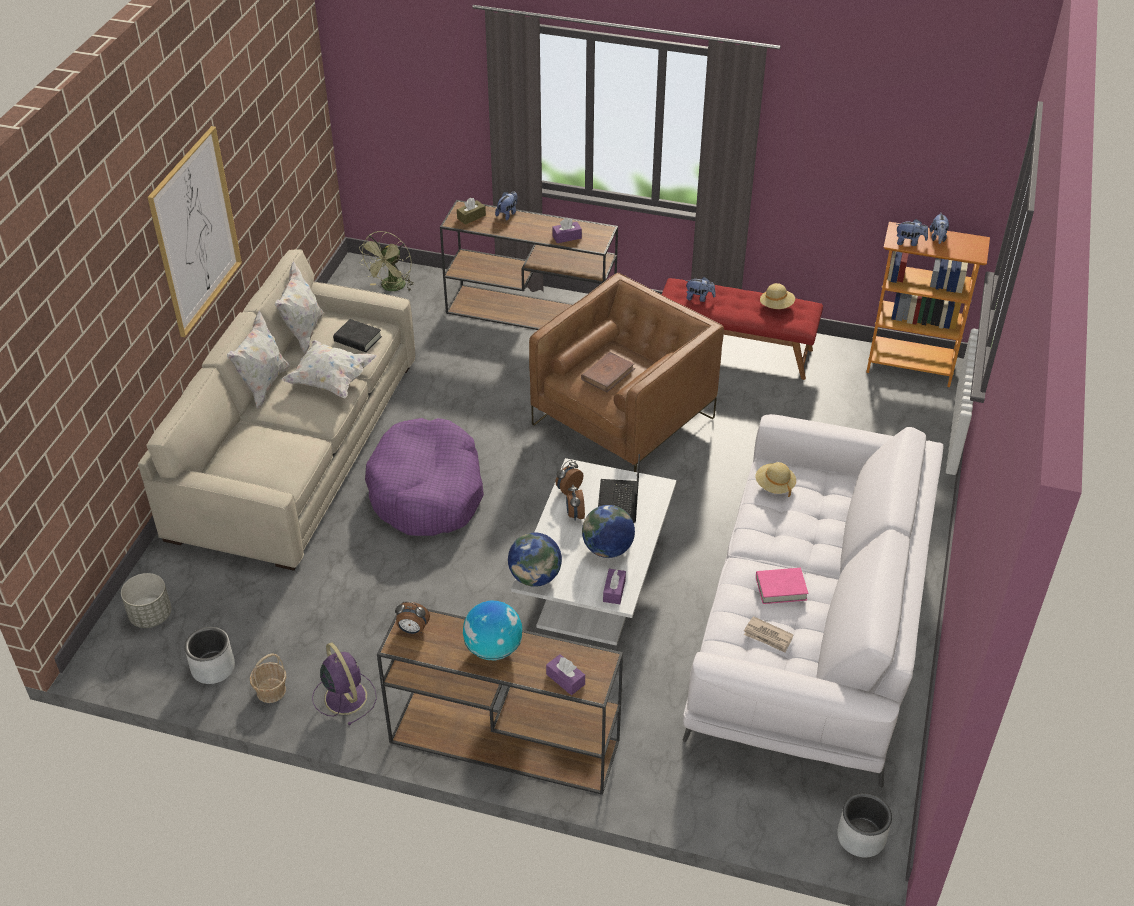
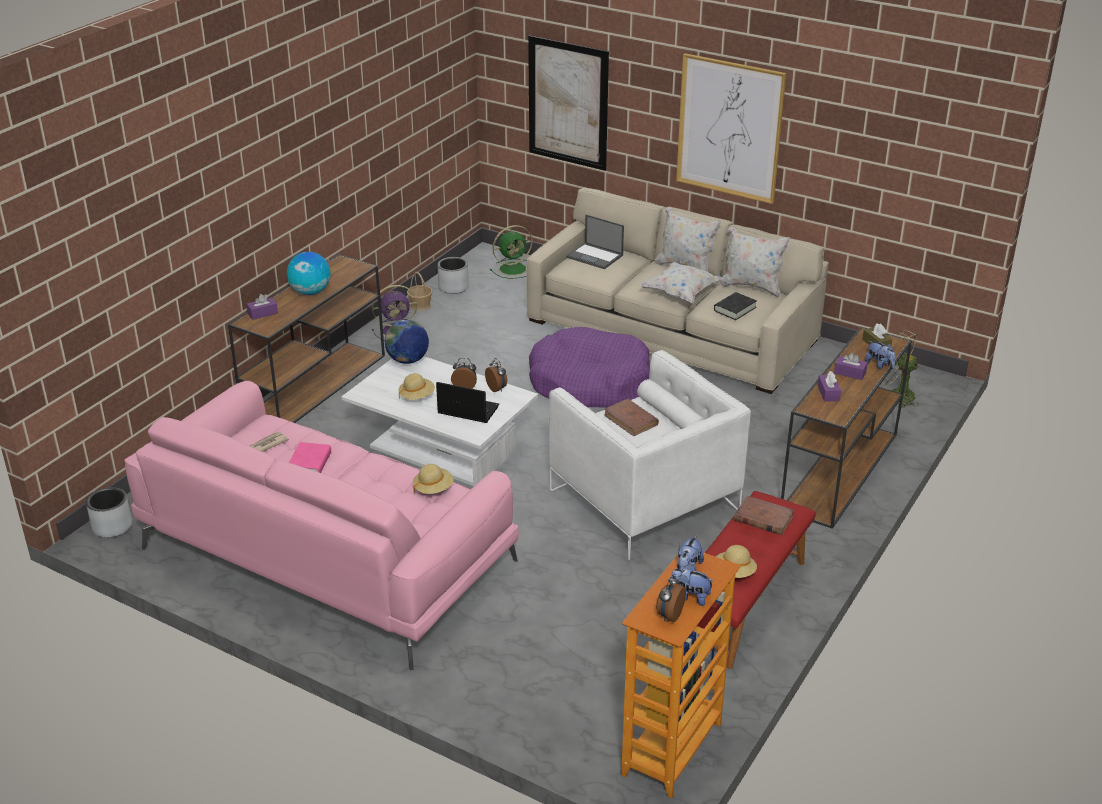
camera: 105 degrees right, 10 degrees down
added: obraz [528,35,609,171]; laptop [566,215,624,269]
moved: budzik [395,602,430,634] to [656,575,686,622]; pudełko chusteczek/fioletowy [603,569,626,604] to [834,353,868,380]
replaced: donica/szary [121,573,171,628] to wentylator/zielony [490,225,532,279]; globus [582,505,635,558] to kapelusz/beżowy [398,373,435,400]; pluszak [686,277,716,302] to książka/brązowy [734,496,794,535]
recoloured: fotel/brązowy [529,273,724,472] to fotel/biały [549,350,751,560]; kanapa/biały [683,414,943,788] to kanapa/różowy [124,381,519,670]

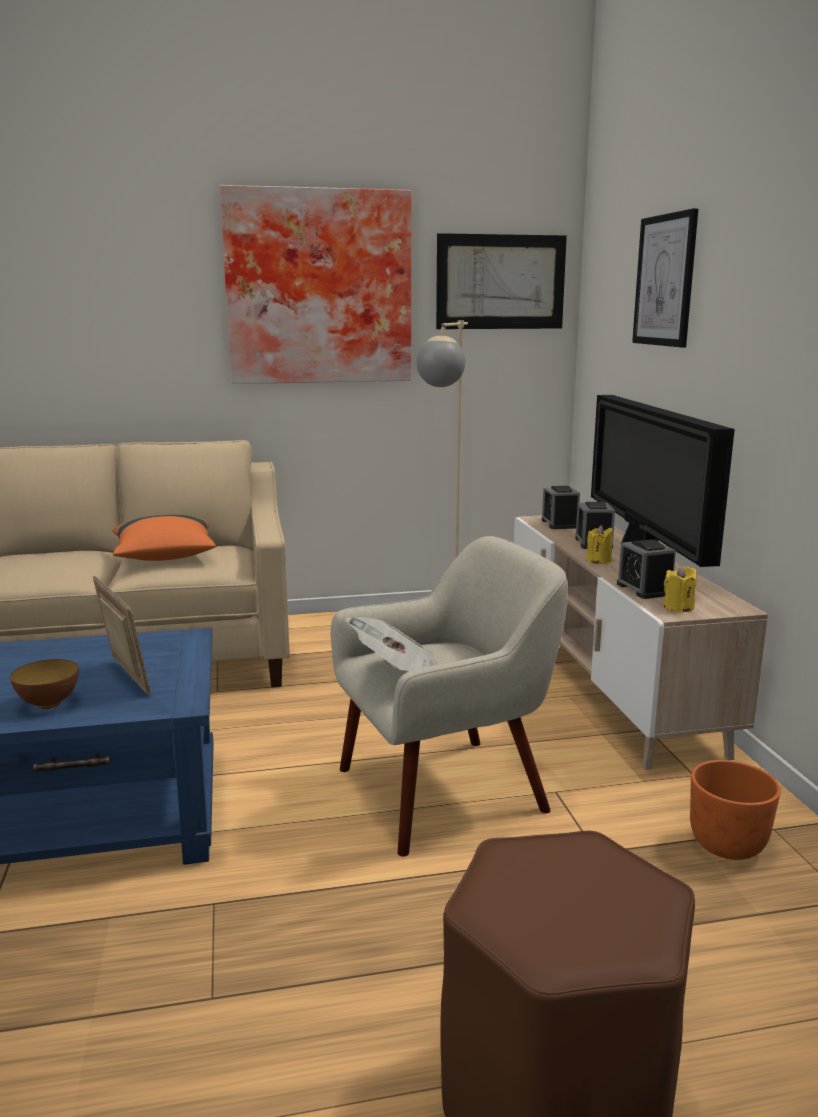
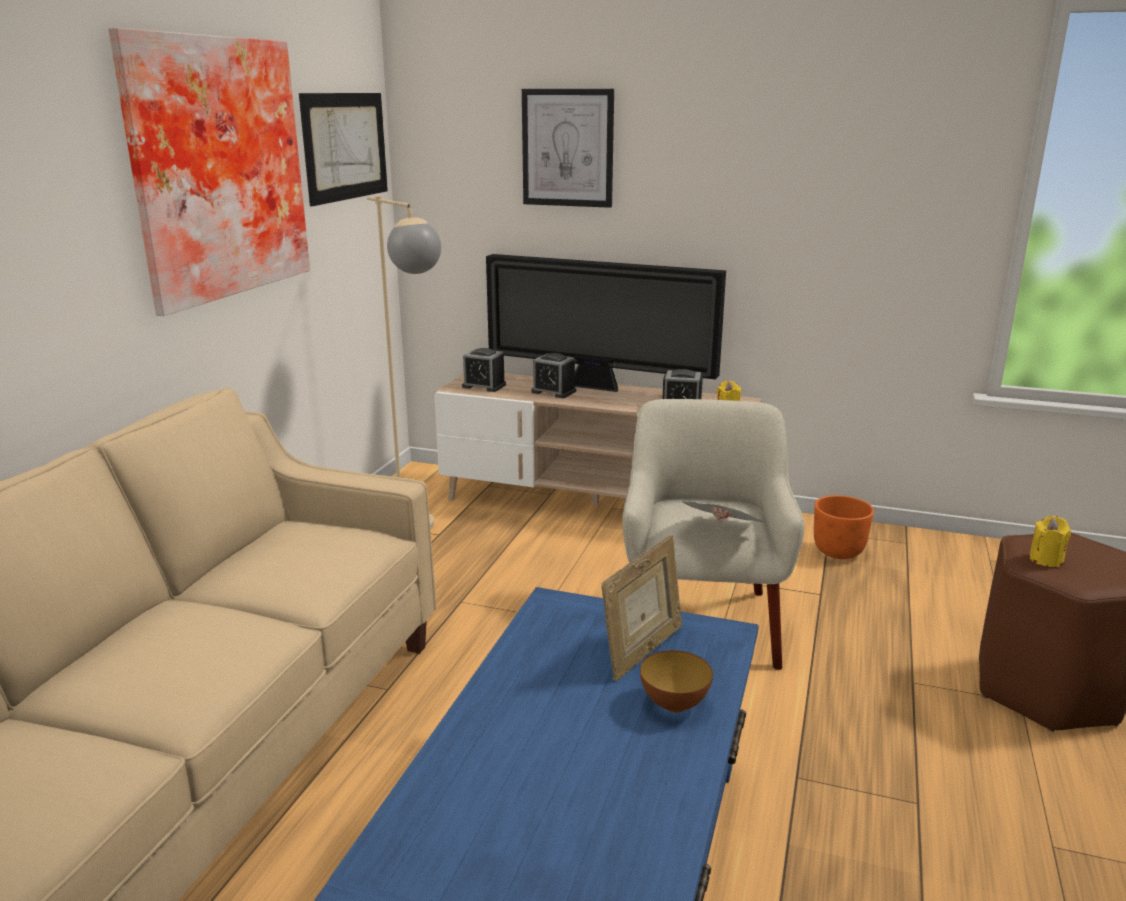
camera: 60 degrees left, 5 degrees up
removed: poduszka/pomarańczowy [113,515,216,561]
moved: świeca/żółty [586,525,613,564] to [1029,516,1071,567]
turned: ramka na zdjęcie [93,576,151,696] = [601,534,682,681] 135 degrees clockwise

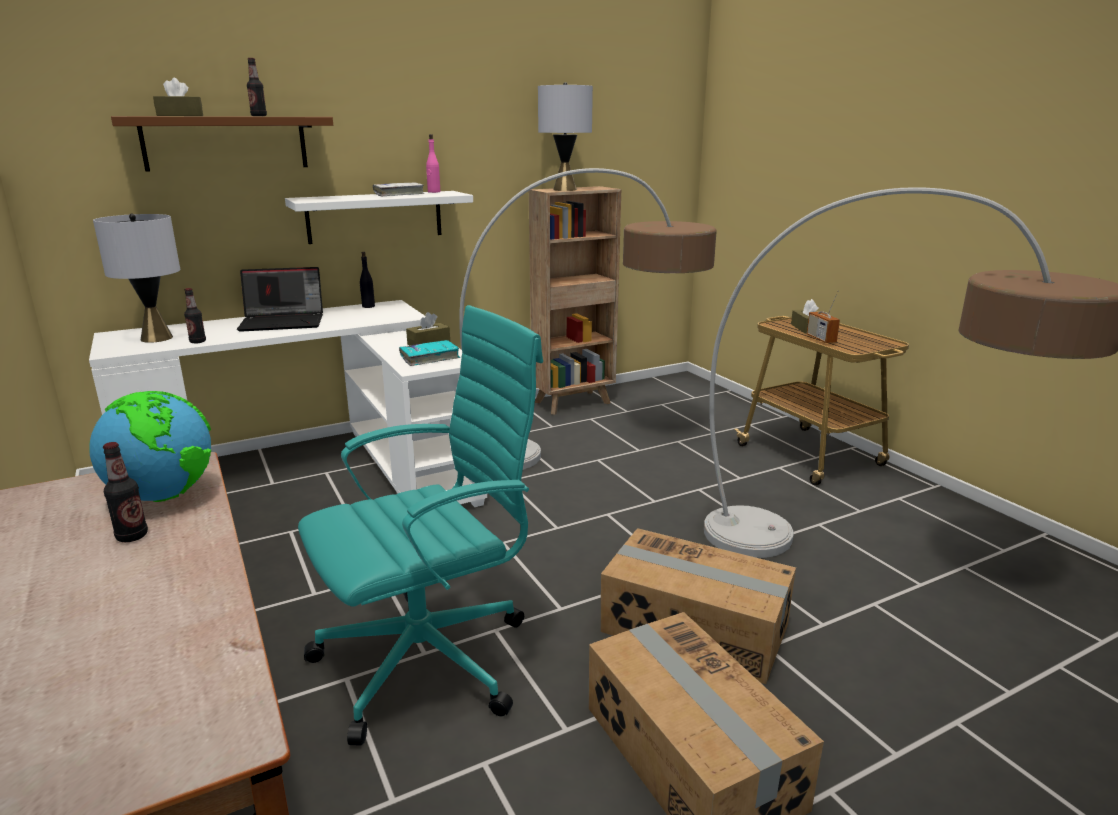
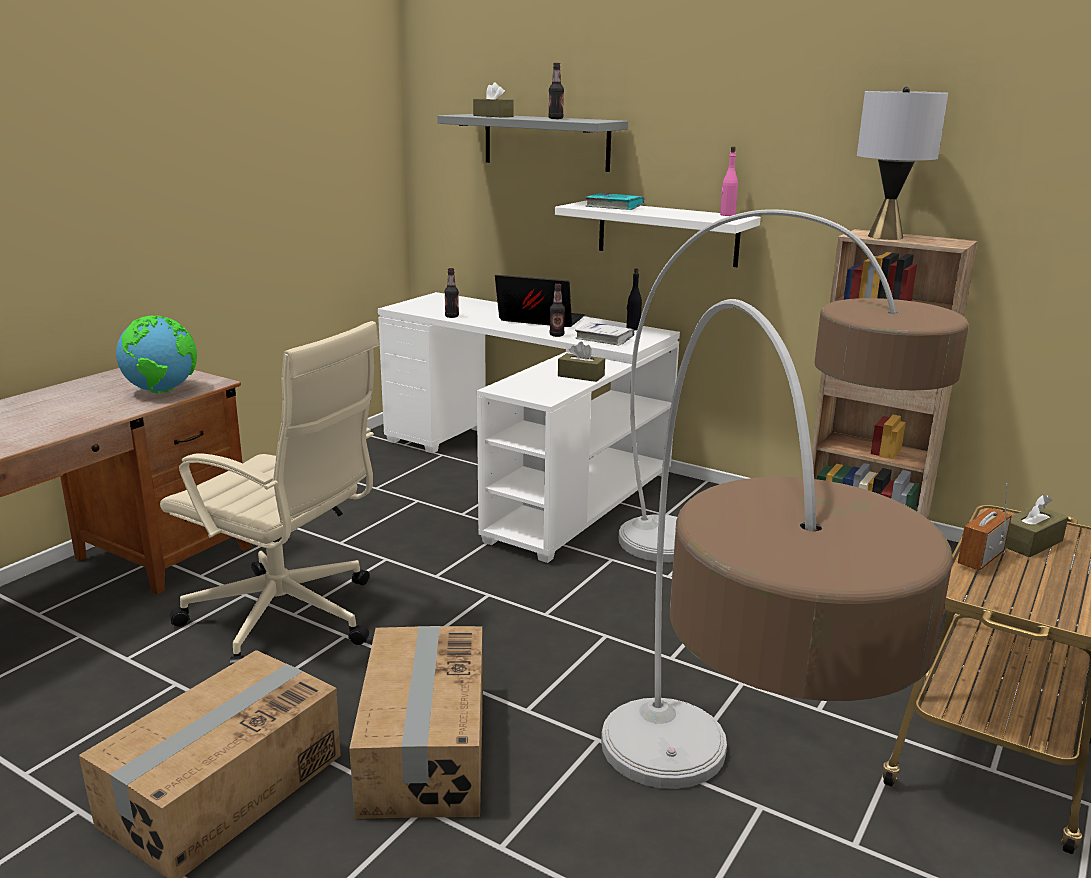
camera: 60 degrees right, 0 degrees up
removed: lampa stołowa/szary [93,213,180,343]
moved: butelka [103,442,148,542] to [550,284,565,337]; książka/biały [373,183,425,197] to [575,322,634,345]; książka/turkusowy [399,340,460,366] to [585,193,645,210]
recoloured: półka/brązowy [111,116,333,172] to półka/szary [437,114,628,172]; krzesło biurowe/turkusowy [298,305,543,746] to krzesło biurowe/beżowy [160,321,380,665]
turned: laptop [237,267,323,332] = [495,275,585,327] 150 degrees clockwise

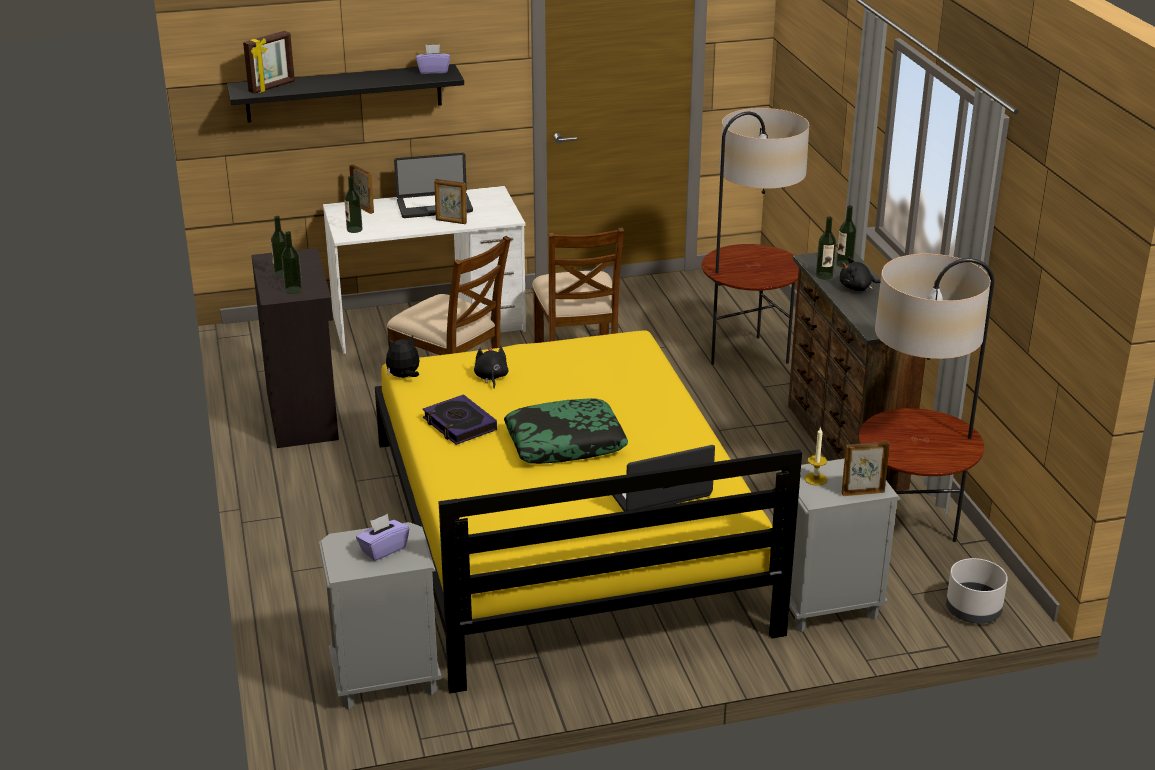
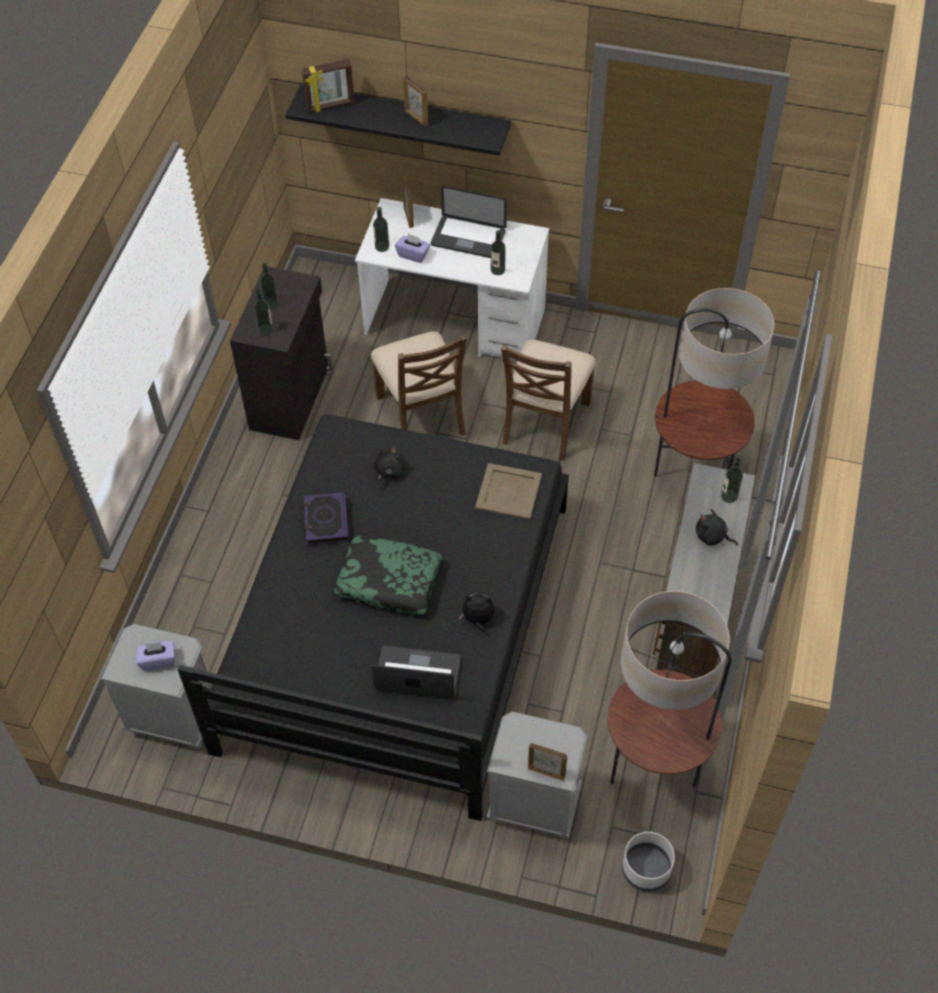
camera: 30 degrees right, 25 degrees up
removed: świeca [805,427,827,486]
added: taca/beżowy [475,463,542,520]
moved: pluszak [386,335,420,378] to [459,593,495,633]; pudełko chusteczek/fioletowy [416,44,450,74] to [395,234,430,263]; ramka na zdjęcie [434,179,467,224] to [403,76,428,127]; butelka [816,216,836,280] to [491,230,506,275]
recoloured: łóżko/żółty [375,331,802,693] to łóżko/czarny [178,414,569,821]

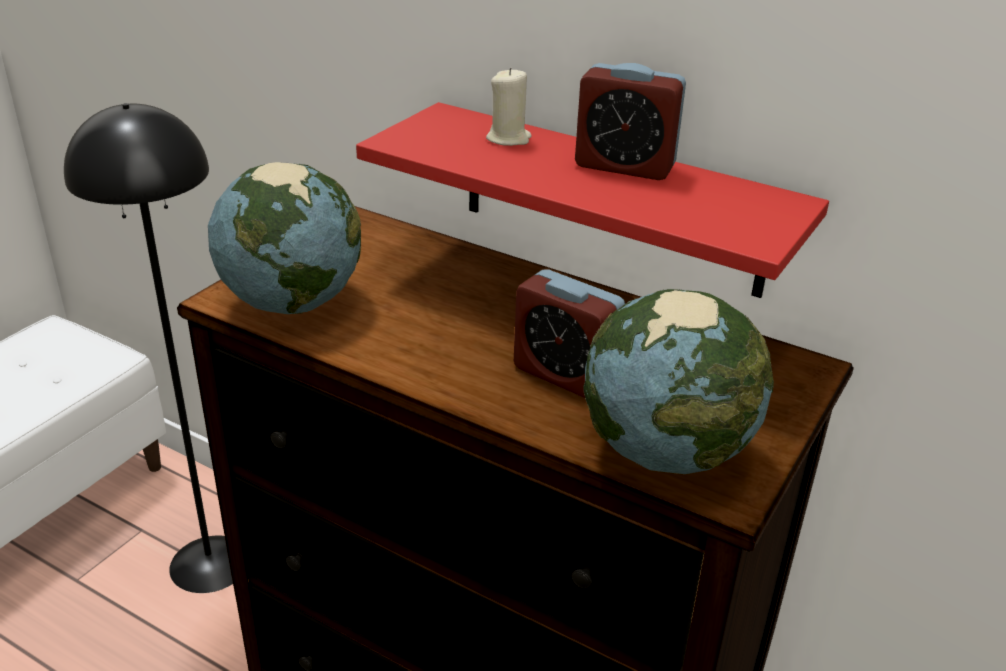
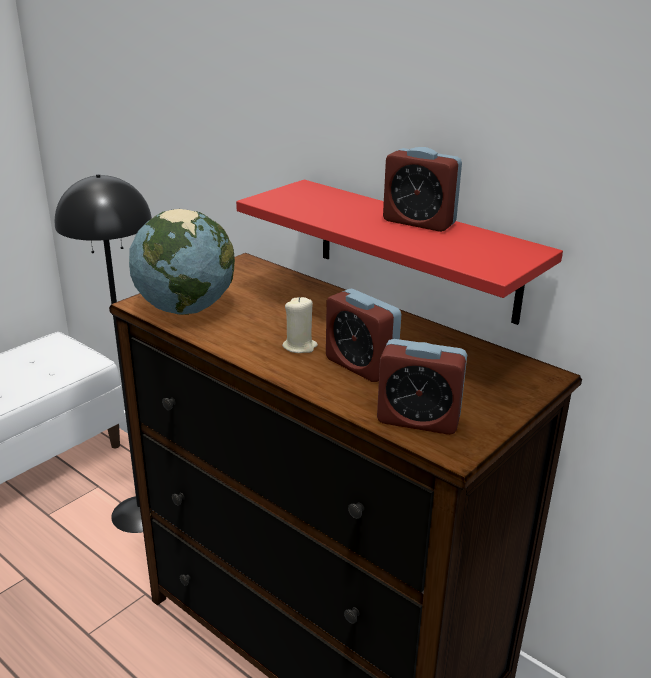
camera: 10 degrees right, 5 degrees down
moved: świeca/beżowy [486,68,532,146] to [282,297,318,353]
replaced: globus [583,289,774,474] to budzik [377,339,467,435]

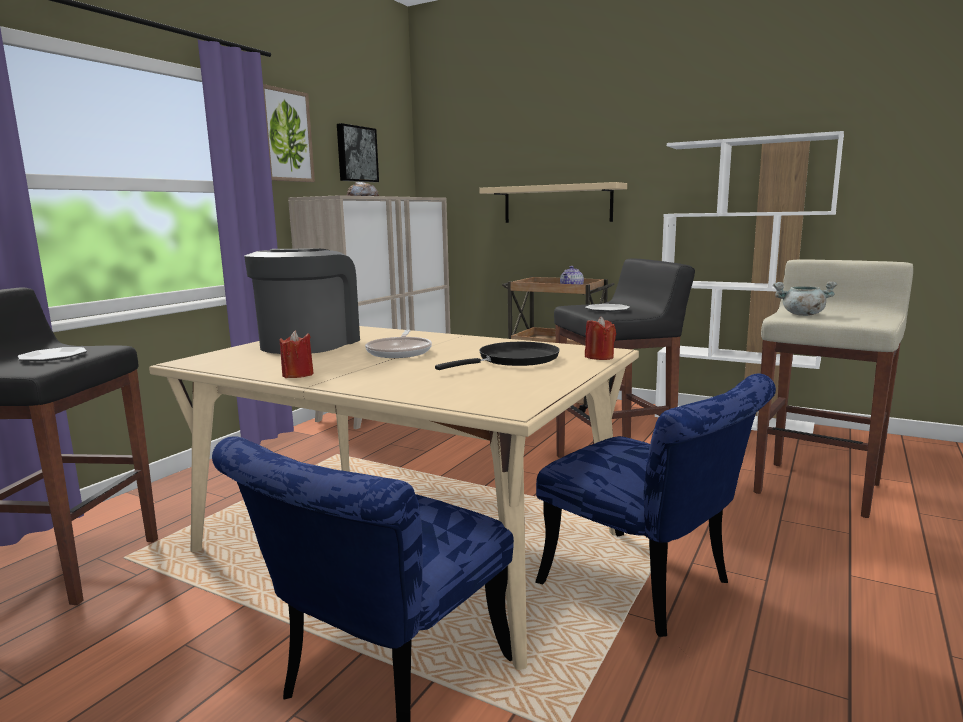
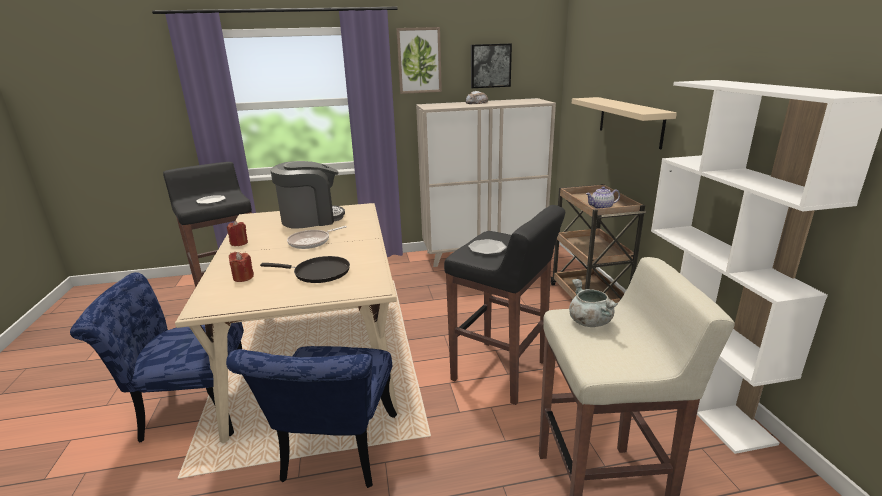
camera: 50 degrees right, 10 degrees up
moved: świeca/czerwony [585,316,616,360] to [229,252,254,282]

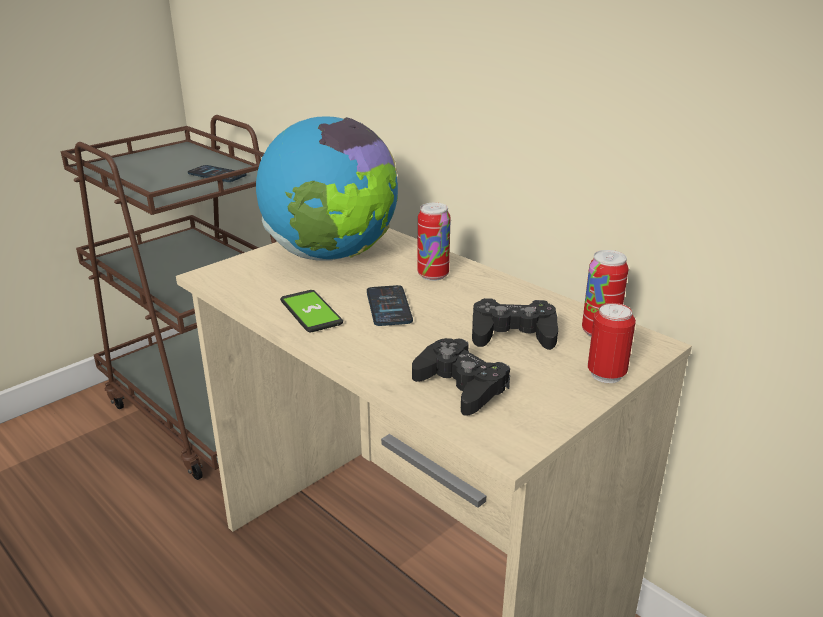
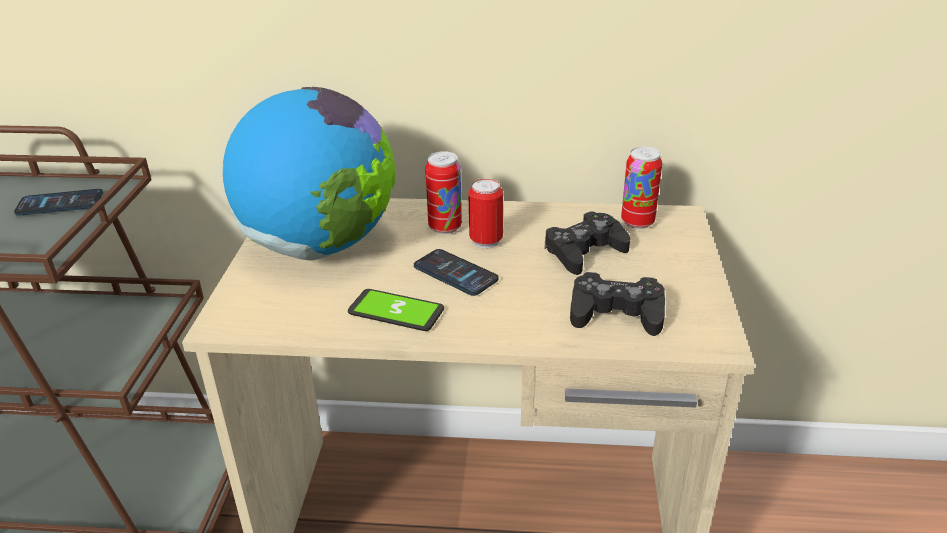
camera: 40 degrees left, 5 degrees up
moved: puszka [588,303,636,383] to [468,179,503,249]

